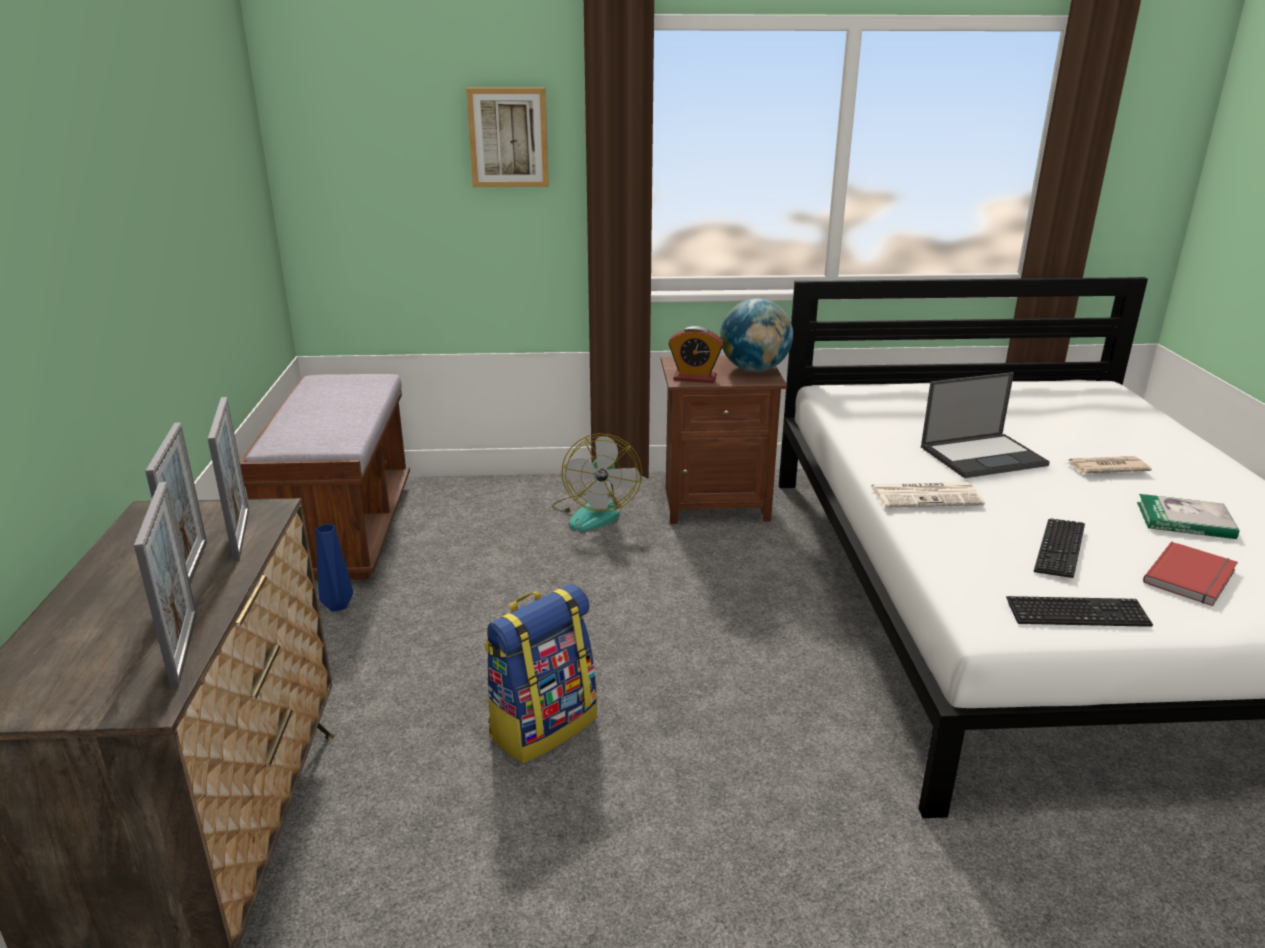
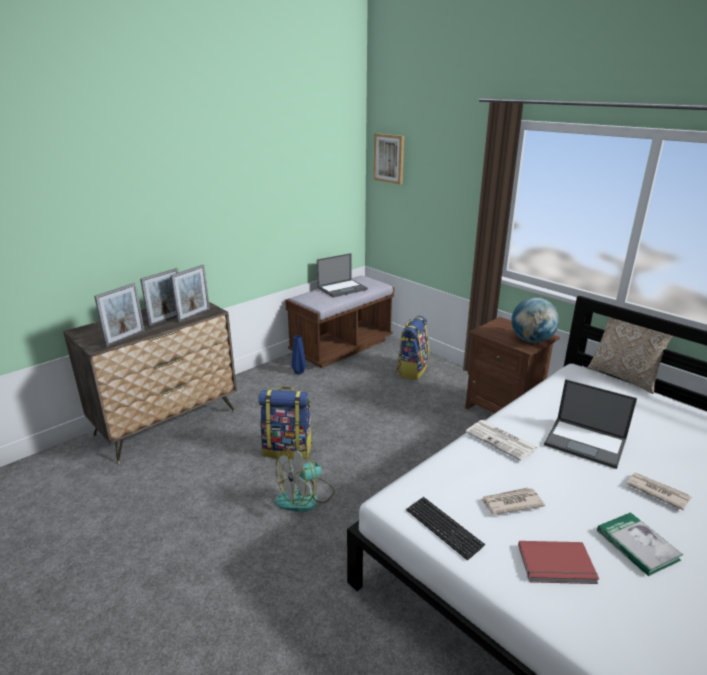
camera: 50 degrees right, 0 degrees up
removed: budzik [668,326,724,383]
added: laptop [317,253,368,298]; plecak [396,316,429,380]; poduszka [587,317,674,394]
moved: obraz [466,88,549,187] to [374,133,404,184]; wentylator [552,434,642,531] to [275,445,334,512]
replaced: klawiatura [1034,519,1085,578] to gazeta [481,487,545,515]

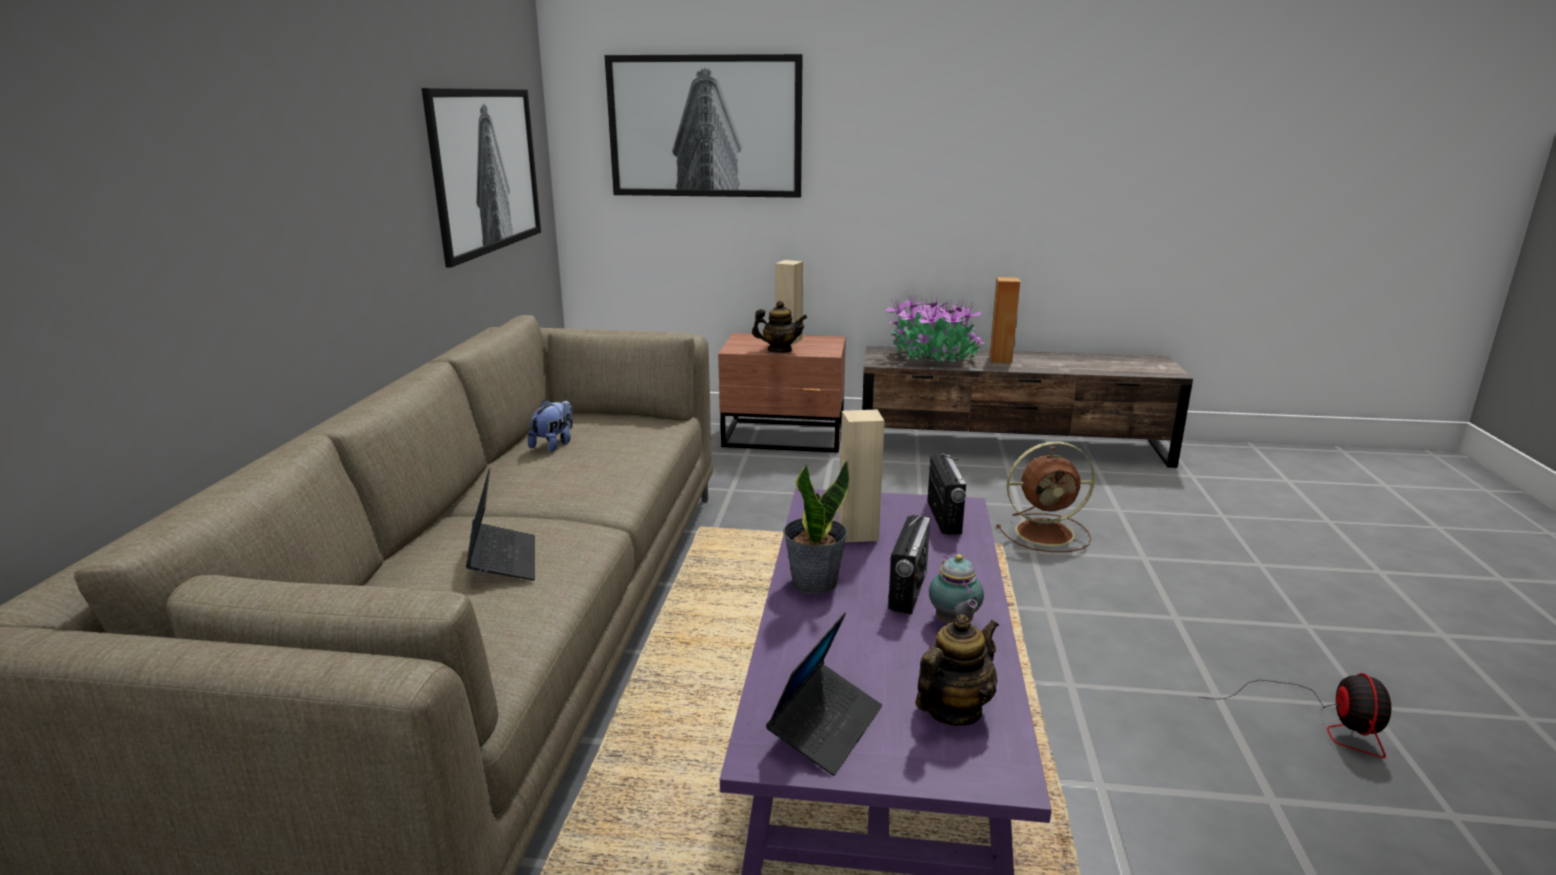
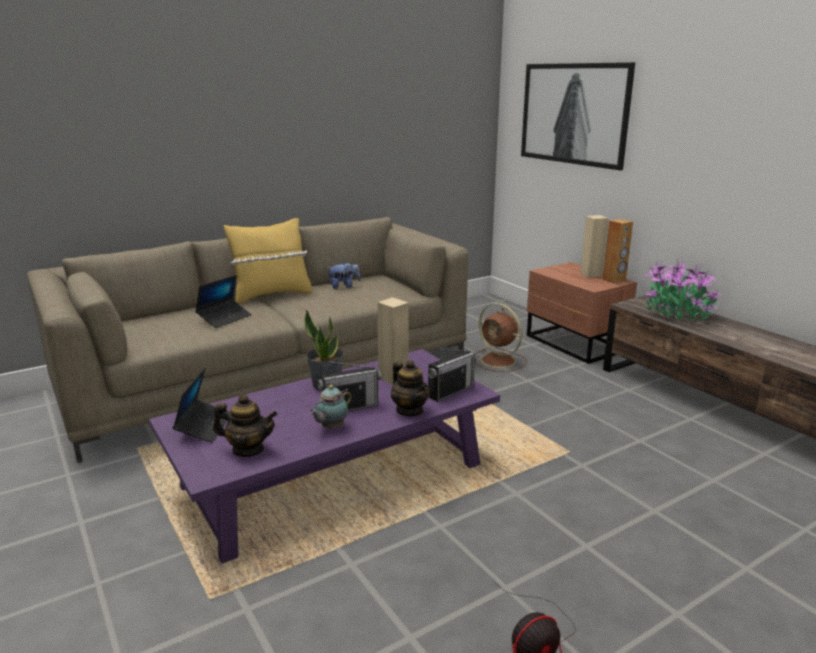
camera: 50 degrees right, 0 degrees up
removed: obraz [422,88,541,267]
added: poduszka/żółty [224,218,312,304]
moved: imbryk [752,301,807,353] to [391,360,429,417]; głośnik/brązowy [989,277,1020,363] to [603,219,633,283]; wentylator/brązowy [996,441,1095,552] to [475,303,527,372]
turned: laptop [766,612,882,776] = [172,368,231,443] 75 degrees counterclockwise

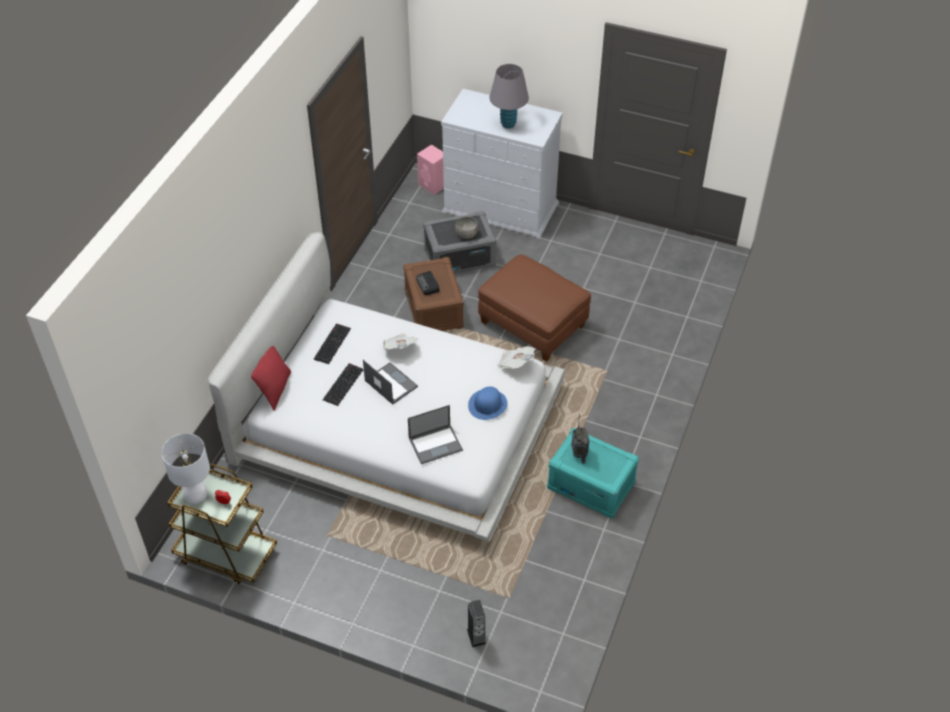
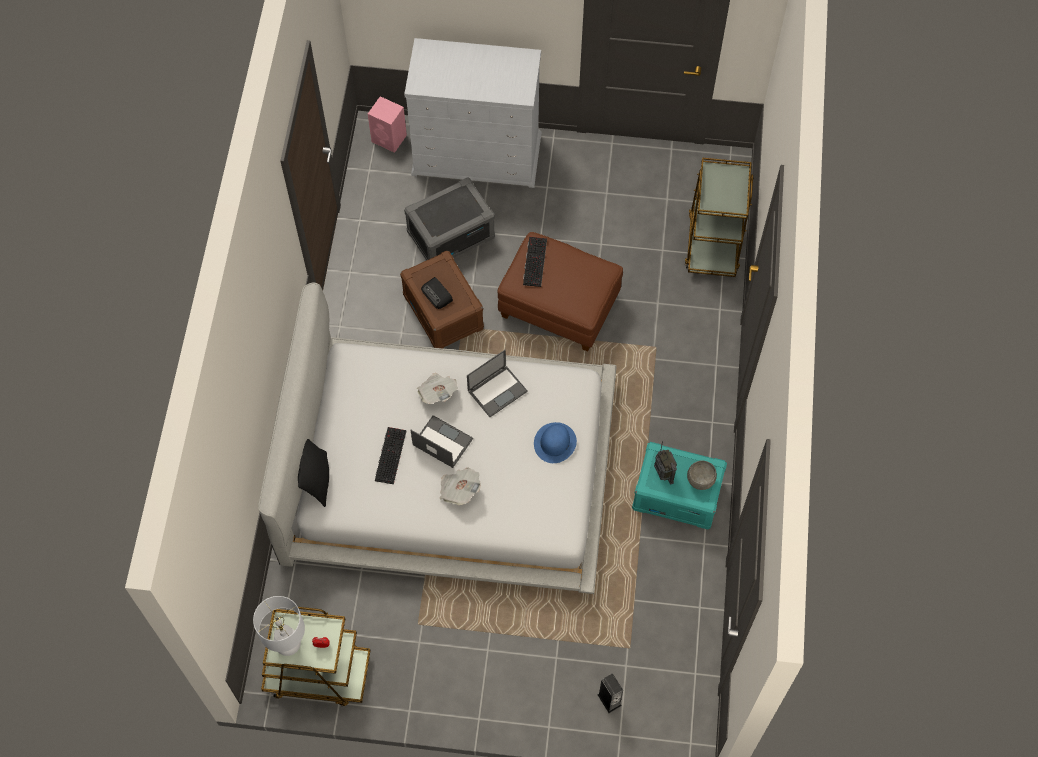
camera: 15 degrees left, 15 degrees up
removed: lampa stołowa/szary [489,64,529,129]
added: wózek/brązowy [685,158,754,277]
moved: klawiatura [314,323,351,364] to [523,237,547,287]; laptop [408,405,463,464] to [467,350,528,417]; miska/szary [455,216,478,239] to [687,460,717,490]; gazeta [497,346,535,369] to [440,468,481,505]
recoloured: poduszka/czerwony [251,346,291,411] to poduszka/czarny [298,439,329,507]

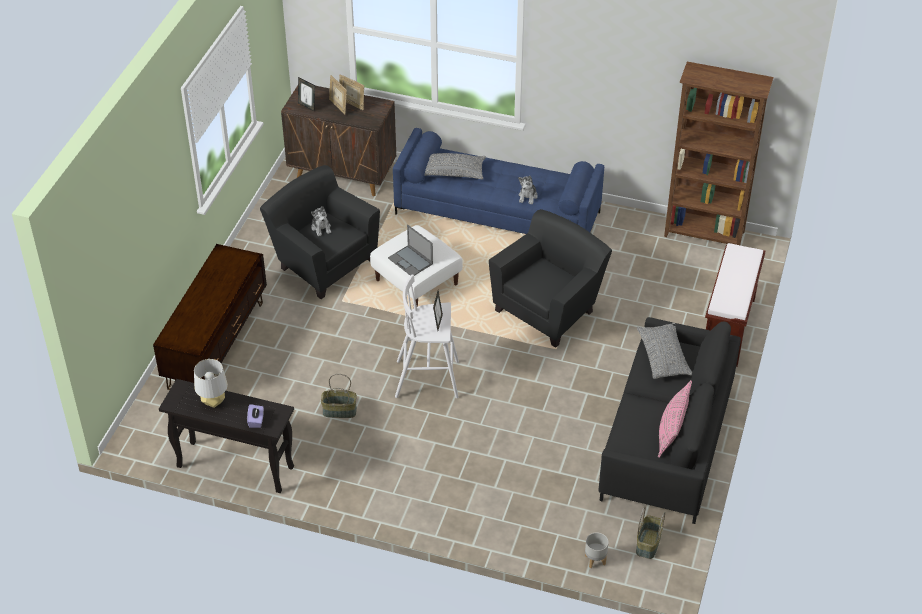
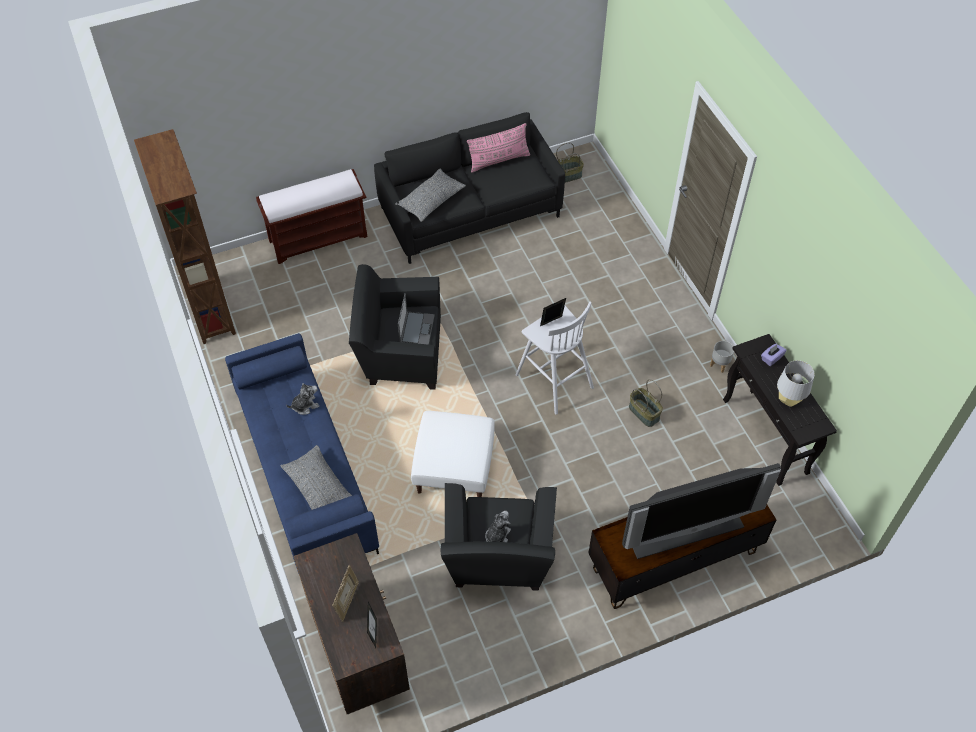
camera: 130 degrees left, 10 degrees up
removed: ramka na zdjęcie [339,74,364,110]
added: telewizor [622,463,781,559]
moved: laptop [388,225,433,276] to [398,293,435,345]; donica/szary [585,533,609,568] to [710,341,734,373]

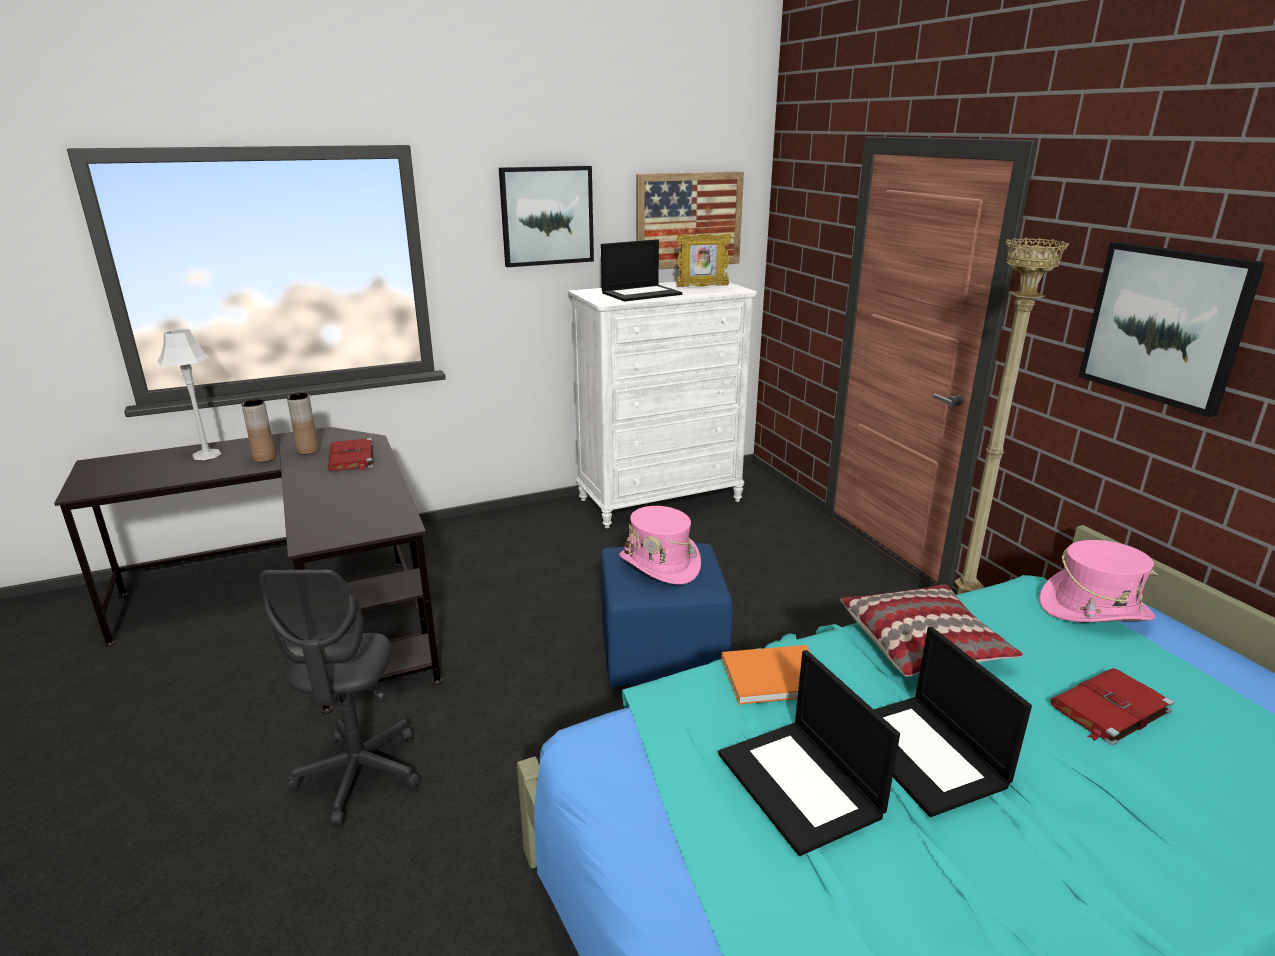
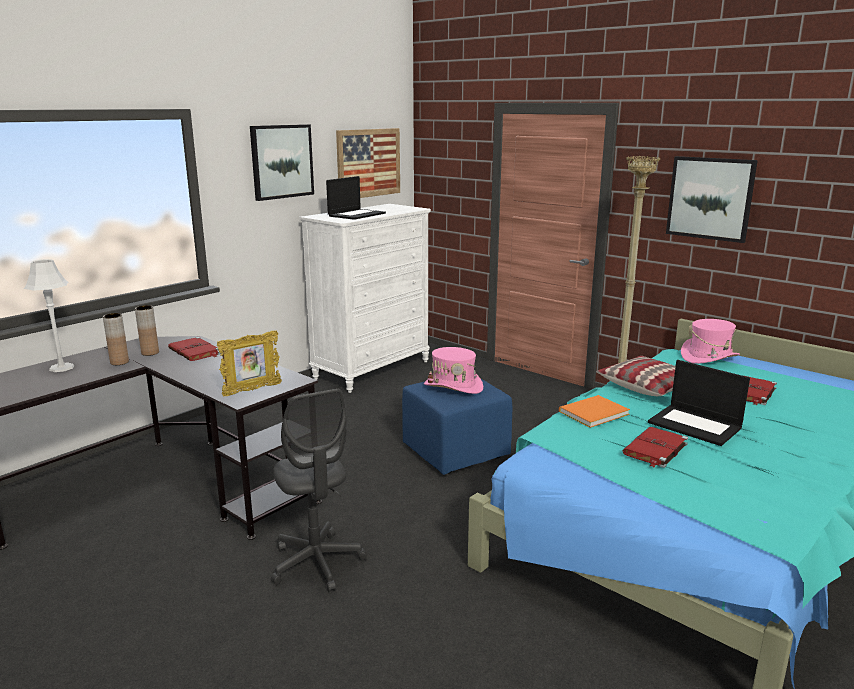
camera: 25 degrees left, 5 degrees down
moved: ramka na zdjęcie [676,234,731,287] to [217,330,282,396]
replaced: laptop [718,650,900,856] to książka/czerwony [623,427,688,468]

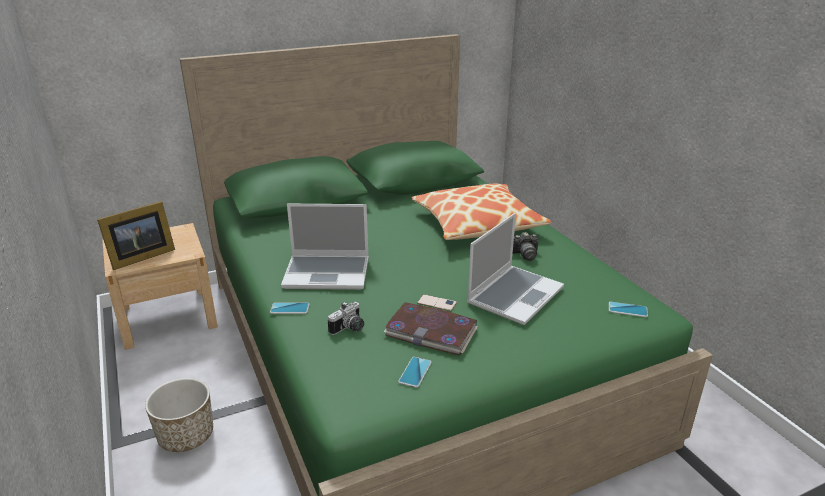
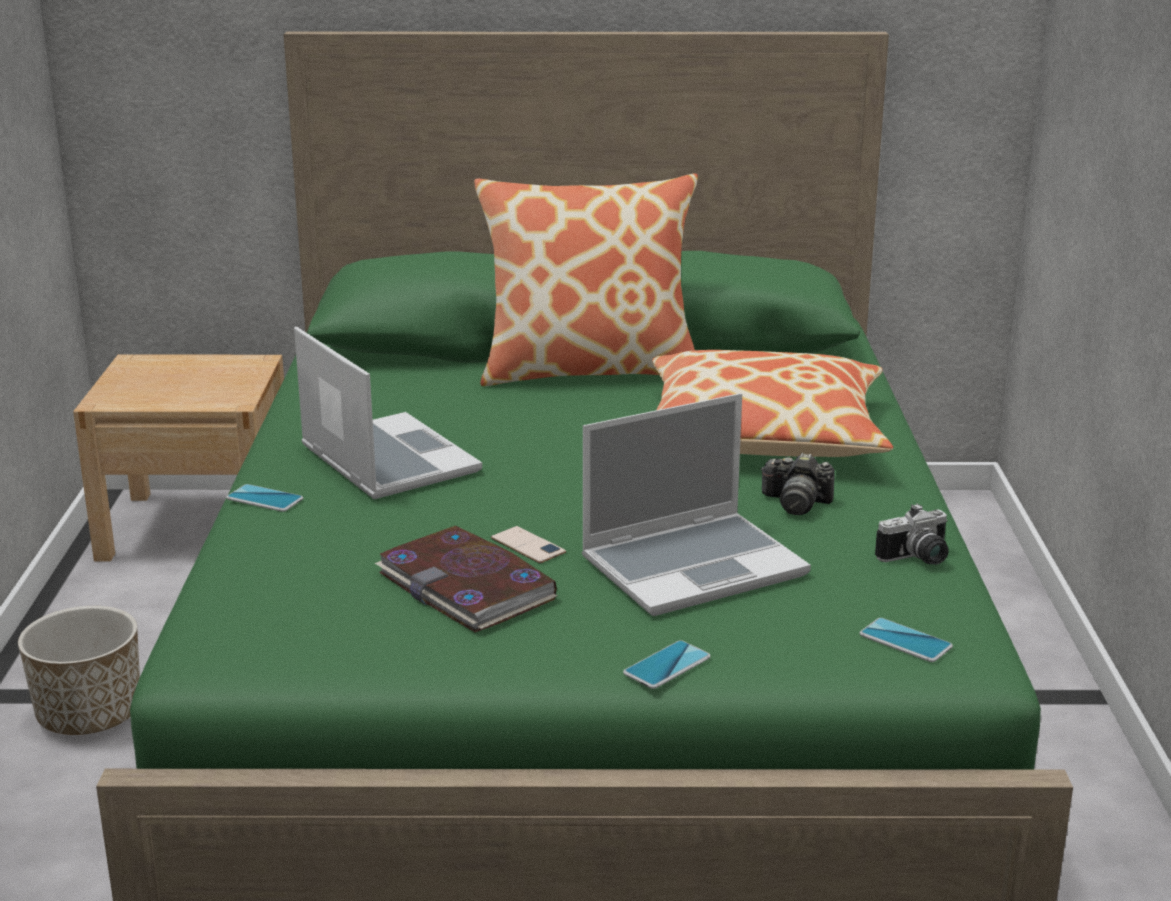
camera: 25 degrees right, 5 degrees down
removed: ramka na zdjęcie [97,201,175,270]
added: poduszka [474,174,698,386]
moved: aparat fotograficzny [328,302,364,335] to [875,503,949,565]; telefon [398,357,432,388] to [623,640,711,689]
turned: laptop [281,204,369,290] = [294,327,482,499] 150 degrees counterclockwise

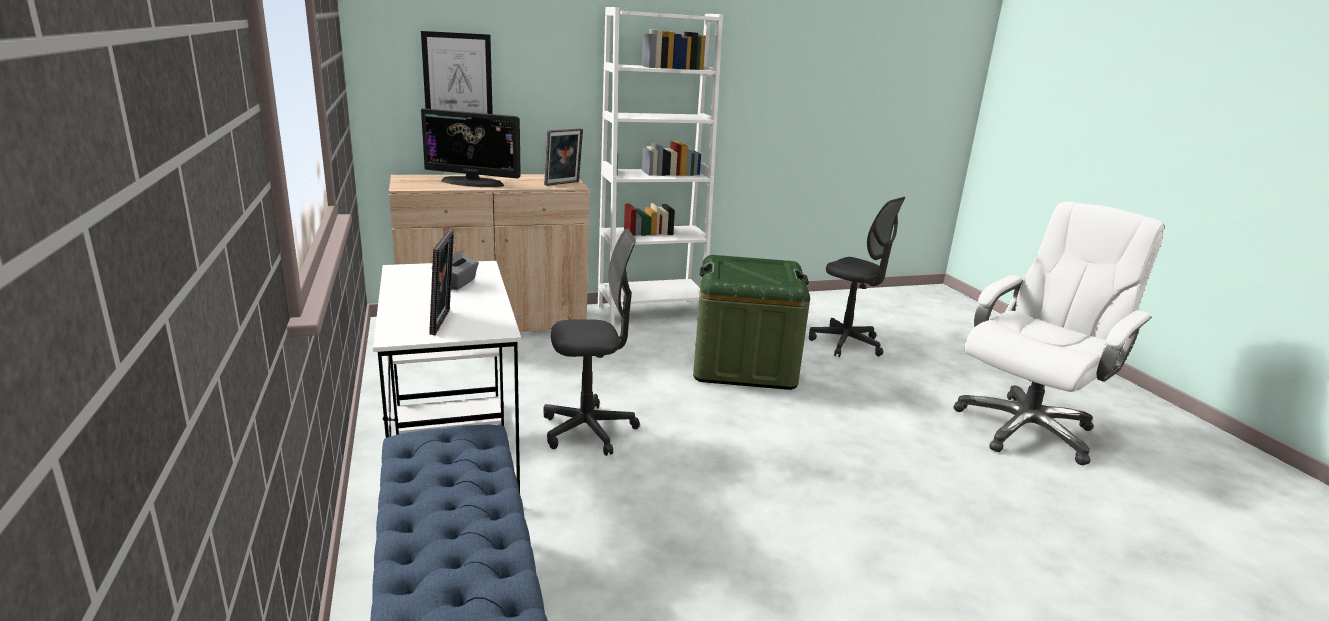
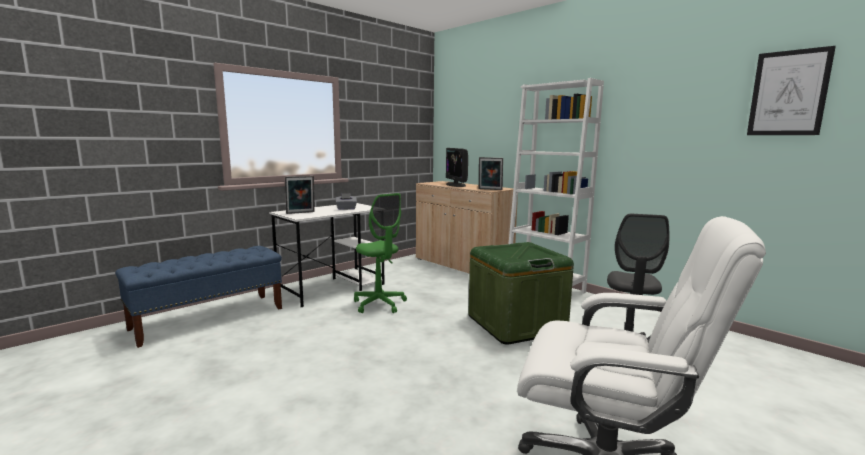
camera: 65 degrees right, 10 degrees down
moved: obraz [421,31,493,114] to [747,46,836,135]
recoloured: krzesło biurowe/szary [543,228,640,456] to krzesło biurowe/zielony [354,193,407,313]

